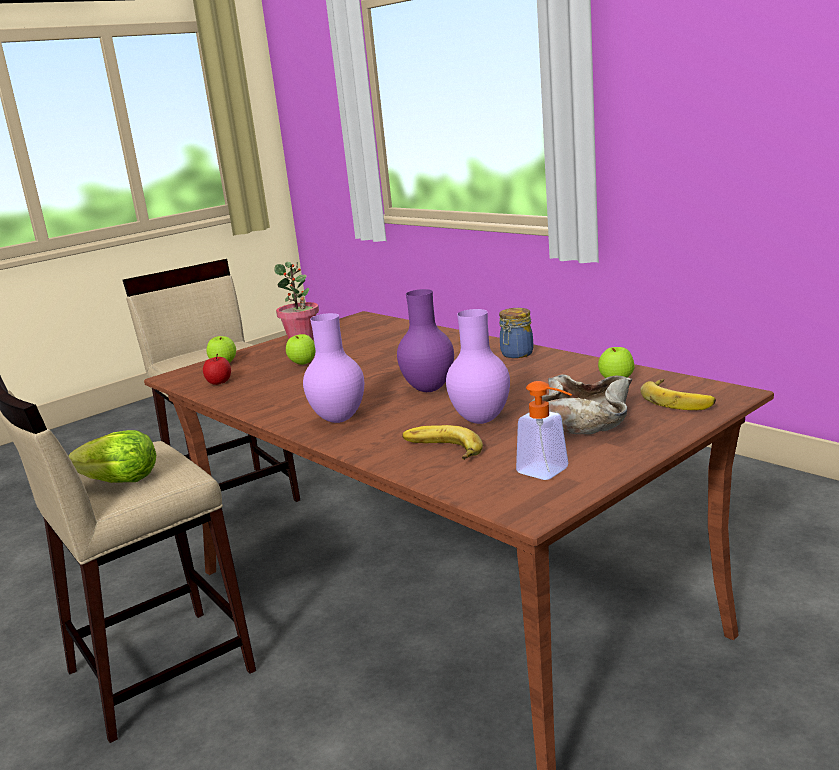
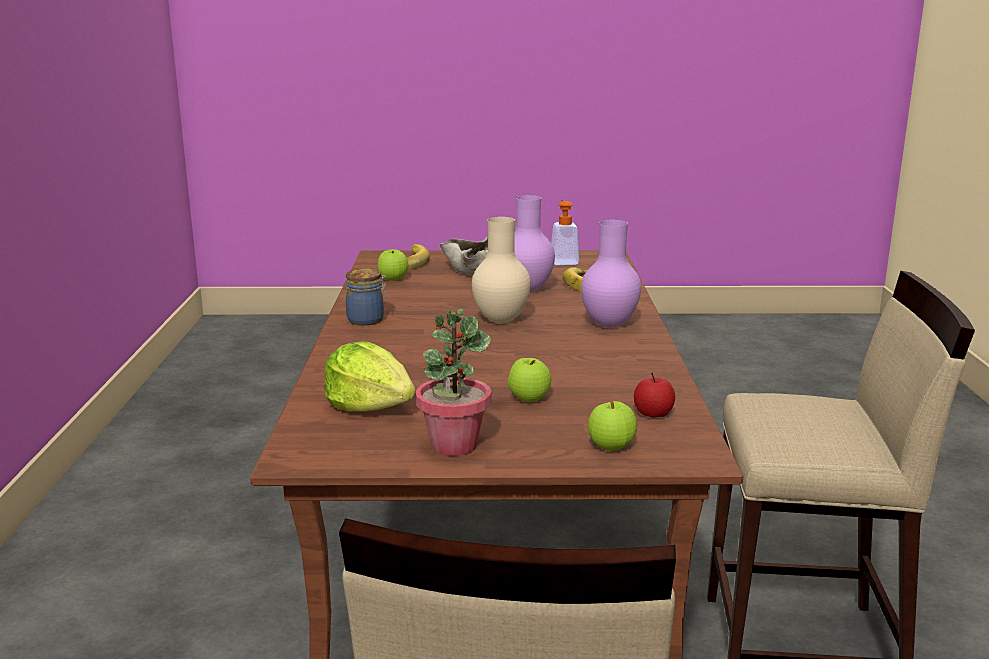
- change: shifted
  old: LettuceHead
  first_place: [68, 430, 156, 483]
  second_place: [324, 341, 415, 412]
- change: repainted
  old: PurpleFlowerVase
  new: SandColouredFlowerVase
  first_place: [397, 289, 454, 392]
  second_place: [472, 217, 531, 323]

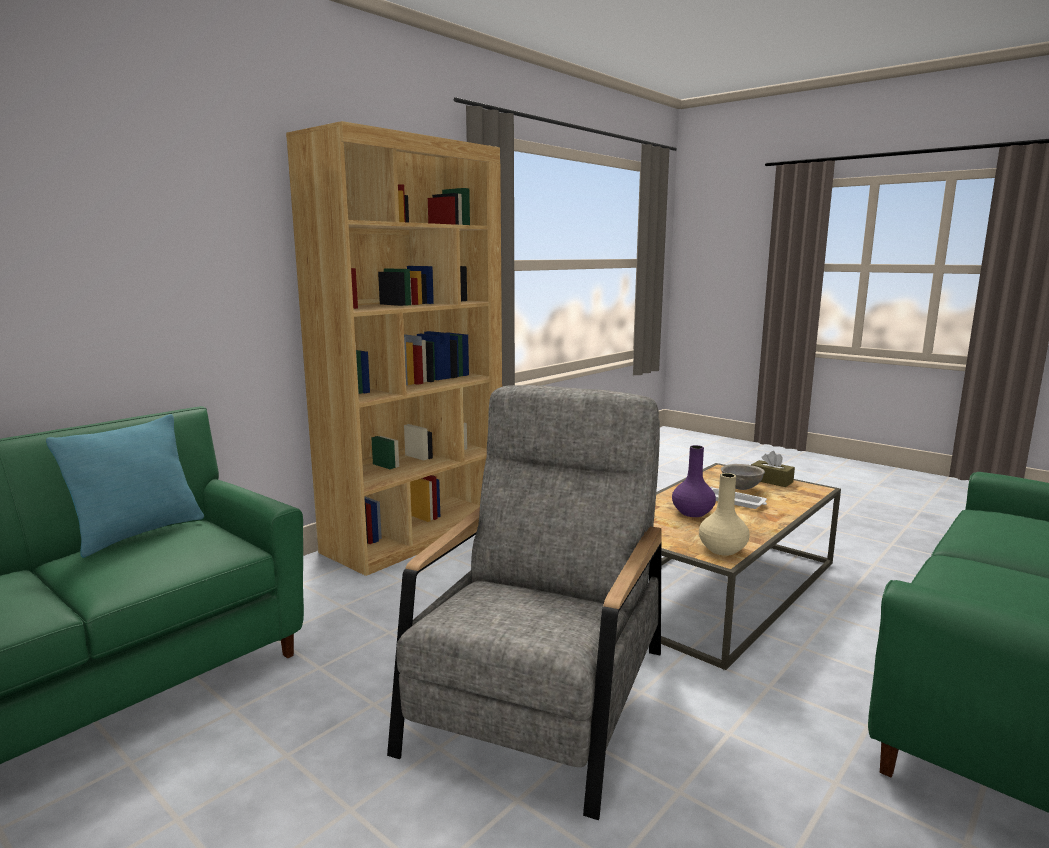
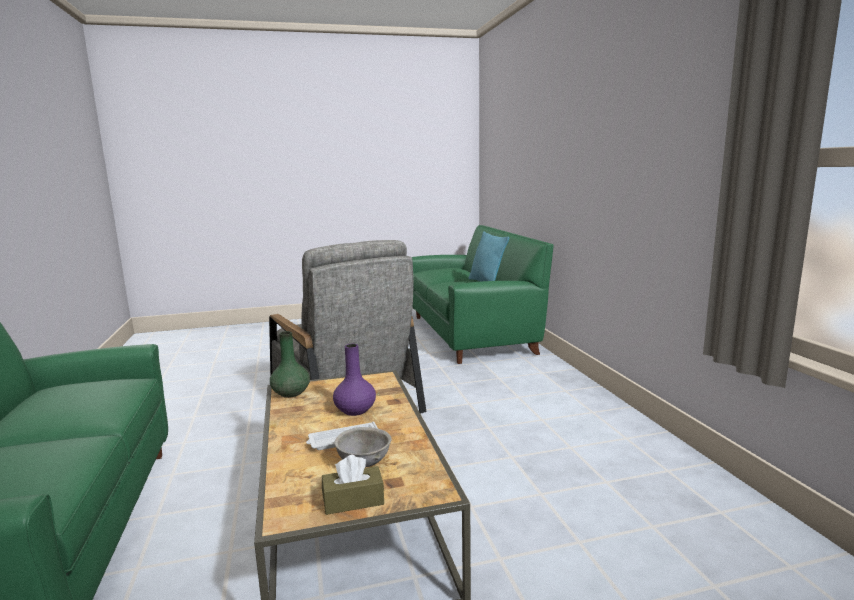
- change: gone
  old: BrownColouredBookcase
  first_place: [286, 121, 502, 576]
- change: repainted
  old: SandColouredFlowerVase
  new: GreenFlowerVase
  first_place: [699, 473, 749, 556]
  second_place: [270, 331, 310, 398]

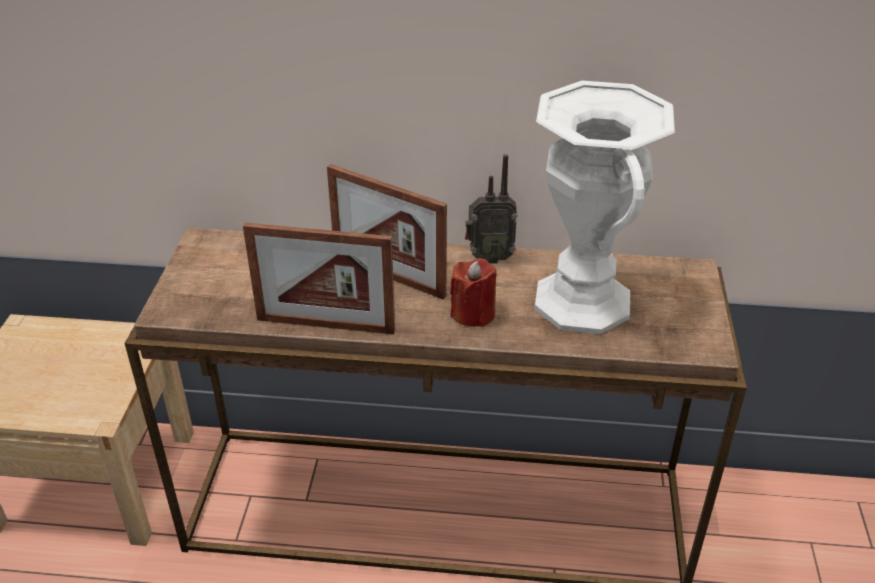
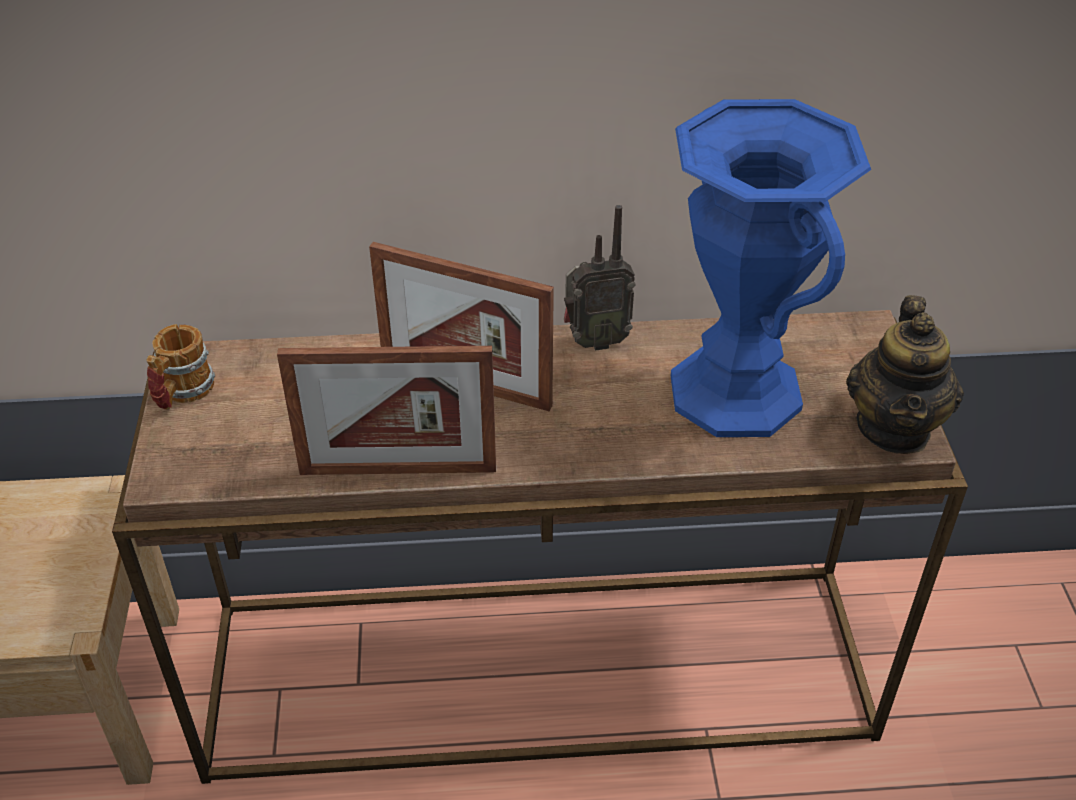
- change: gone
  old: ReddishCandle
  first_place: [450, 258, 497, 327]
- change: new
  new: TeaMug
  second_place: [146, 324, 215, 410]
- change: new
  new: TeaPot
  second_place: [846, 295, 964, 454]
- change: repainted
  old: WhiteFlowerVase
  new: BlueFlowerVase
  first_place: [535, 81, 675, 334]
  second_place: [671, 99, 871, 437]

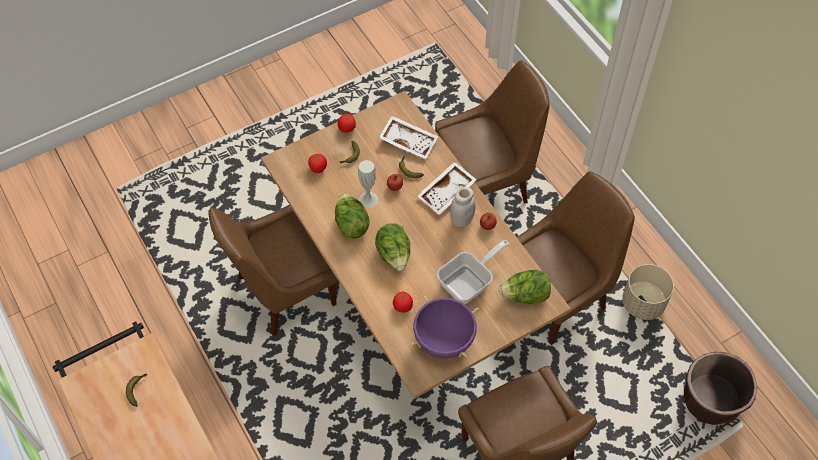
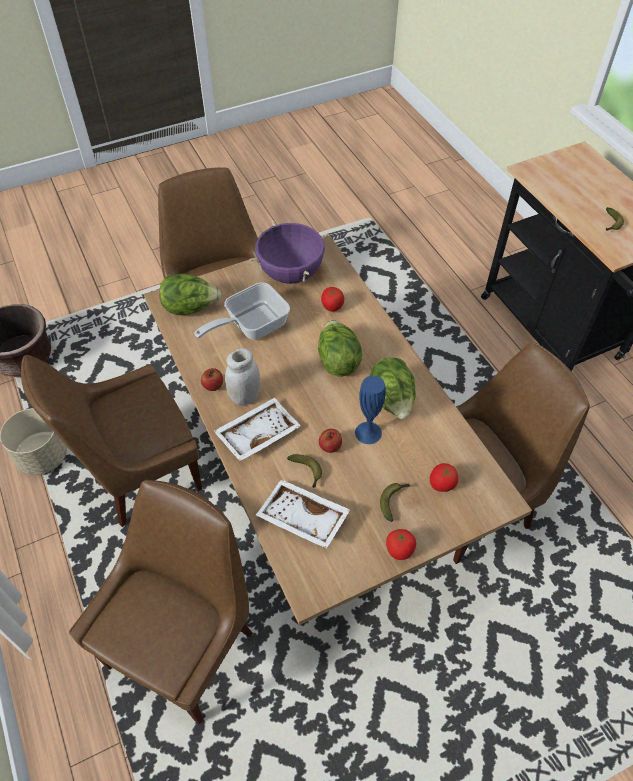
- change: repainted
  old: WhiteFlowerVase
  new: BlueFlowerVase
  first_place: [358, 160, 378, 208]
  second_place: [355, 376, 386, 444]
- change: rotated
  old: BrownColouredPlainChair
  first_place: [435, 60, 550, 203]
  second_place: [69, 480, 253, 724]
  degrees: 135

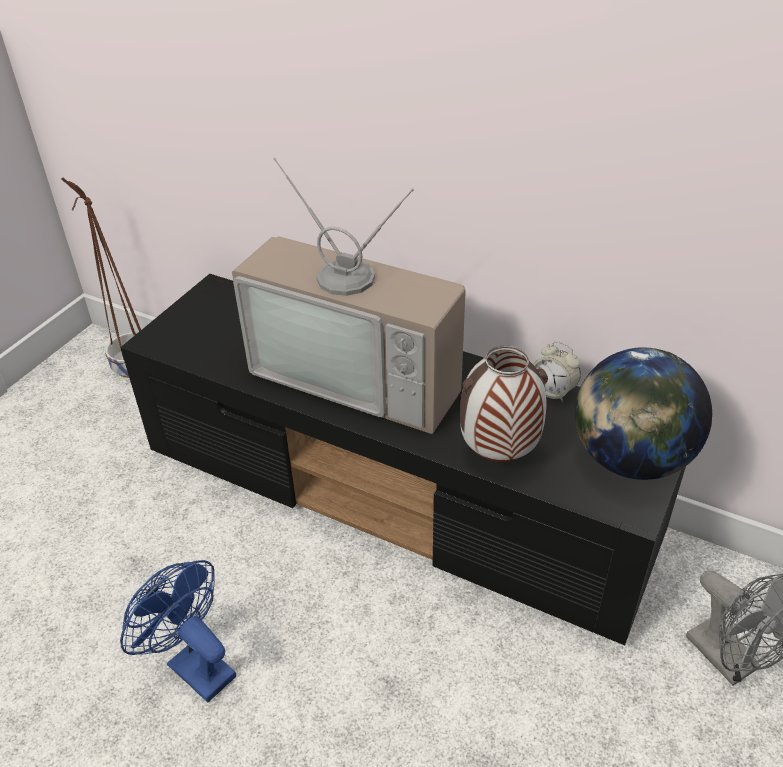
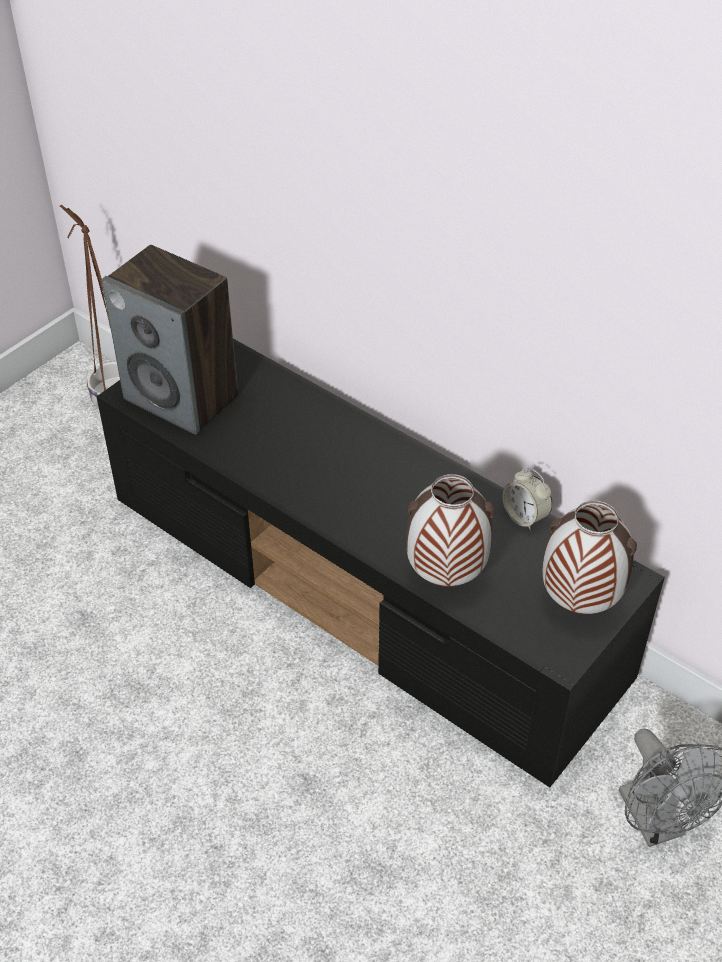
- change: gone
  old: BlueFan
  first_place: [120, 560, 236, 703]
- change: gone
  old: TvSet
  first_place: [232, 157, 466, 434]
- change: new
  new: AudioSpeaker
  second_place: [102, 245, 238, 435]
- change: swapped
  old: Globe
  new: FlowerVase
  first_place: [575, 348, 712, 480]
  second_place: [543, 500, 637, 614]

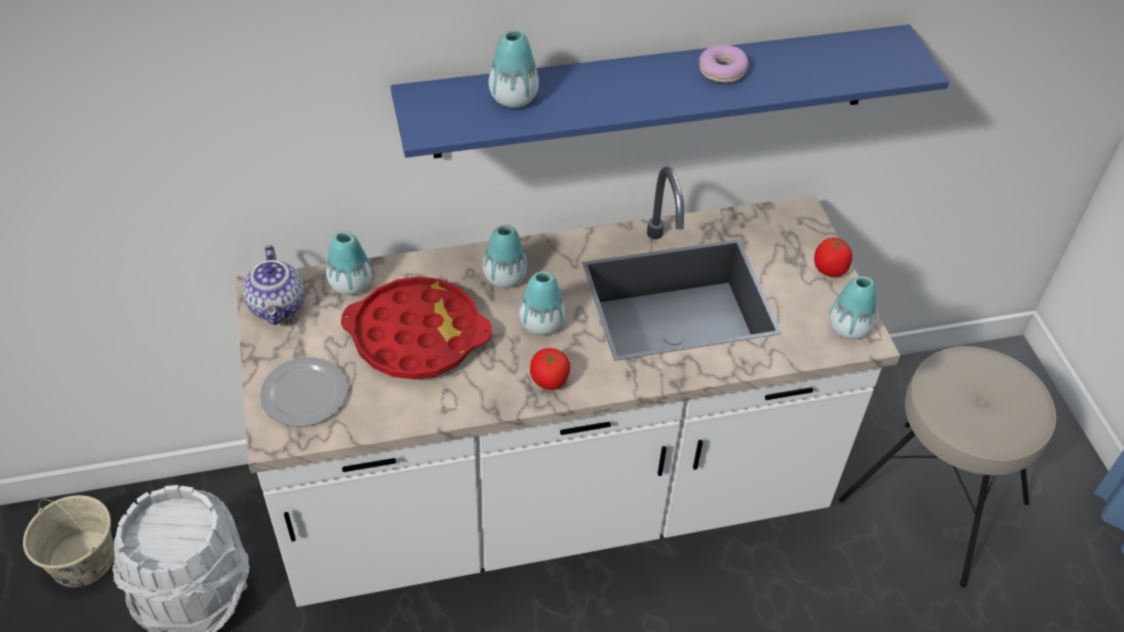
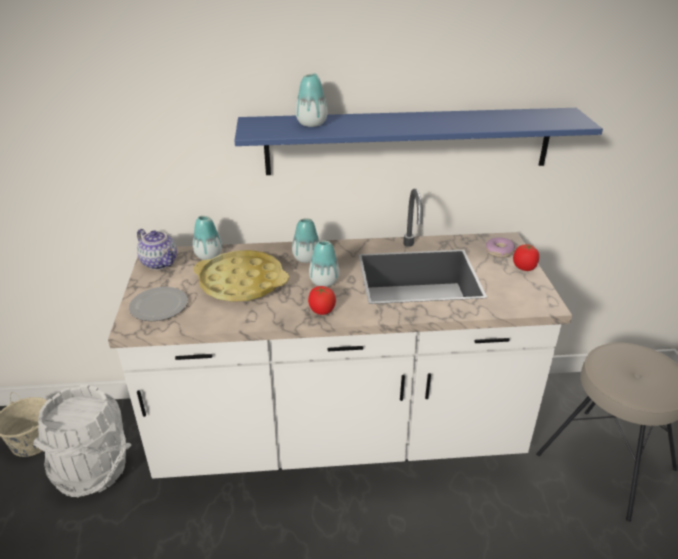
- change: gone
  old: FlowerVase
  first_place: [829, 276, 877, 340]
- change: shifted
  old: Donut
  first_place: [699, 45, 749, 83]
  second_place: [485, 237, 515, 258]
- change: repainted
  old: ReddishCarryingTray
  new: YellowCarryingTray
  first_place: [341, 276, 492, 379]
  second_place: [193, 250, 289, 302]
- change: rotated
  old: TeaPot
  first_place: [243, 245, 305, 325]
  second_place: [137, 229, 177, 270]
  degrees: -45

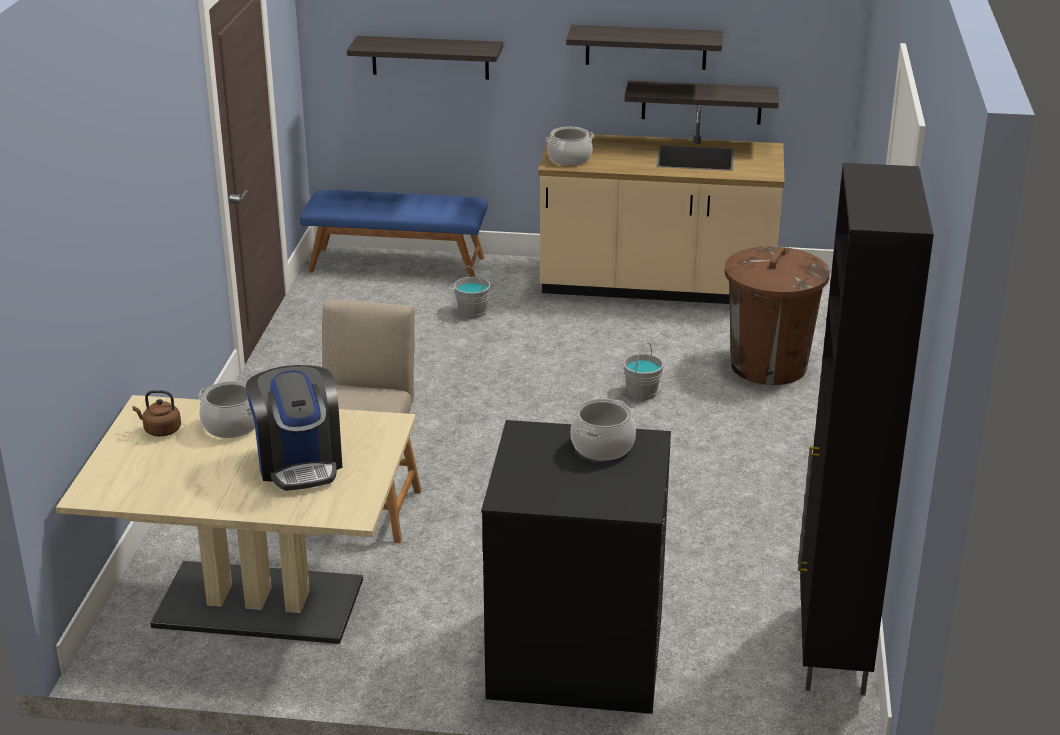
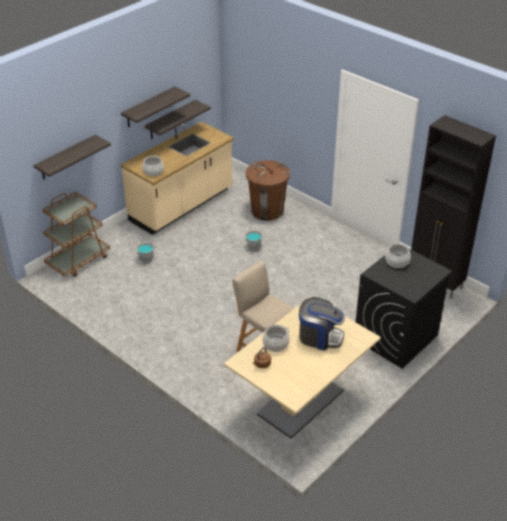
- change: swapped
  old: BlueBench
  new: BrownColouredWheeledCart
  first_place: [300, 190, 488, 277]
  second_place: [43, 192, 110, 277]

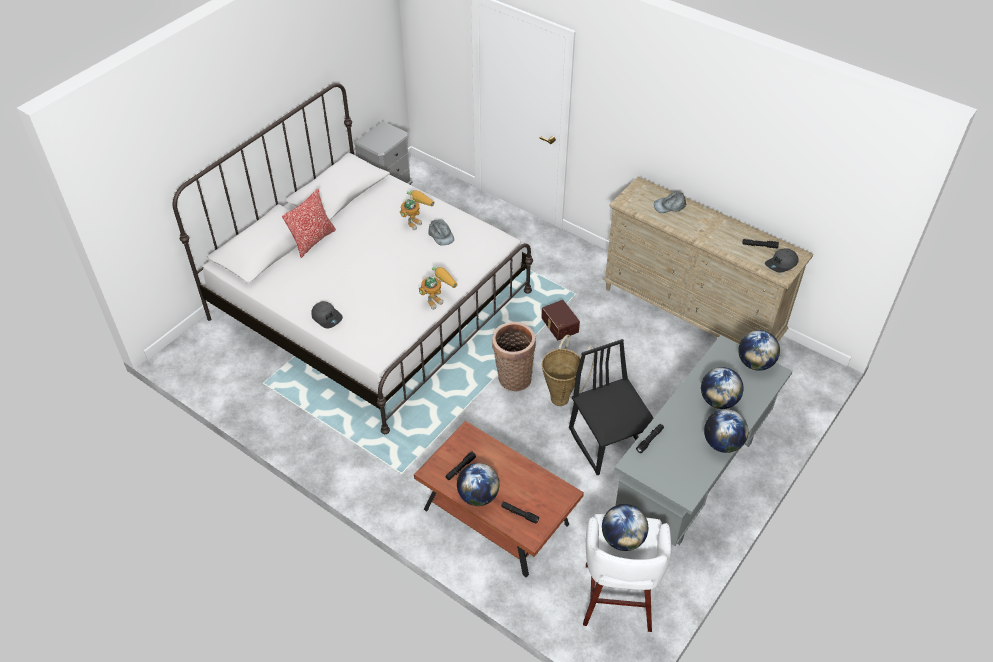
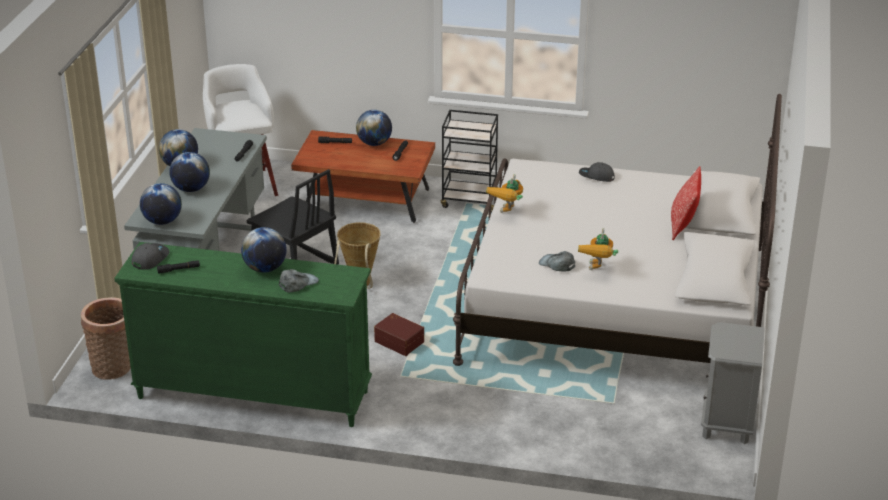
- change: new
  new: BlackishWheeledCart
  second_place: [441, 110, 498, 212]
- change: shifted
  old: StorageBasket
  first_place: [492, 322, 536, 391]
  second_place: [81, 297, 131, 380]
- change: shifted
  old: Globe
  first_place: [602, 504, 648, 551]
  second_place: [241, 227, 287, 273]
- change: repainted
  old: SandColouredDrawerChest
  new: GreenDrawerChest
  first_place: [603, 176, 813, 344]
  second_place: [114, 242, 372, 427]

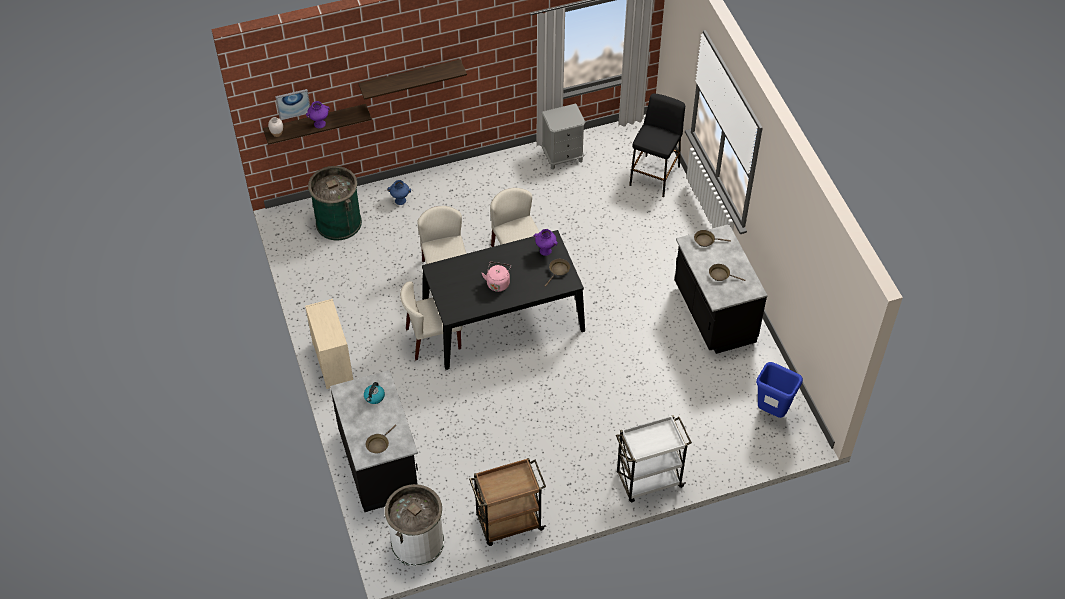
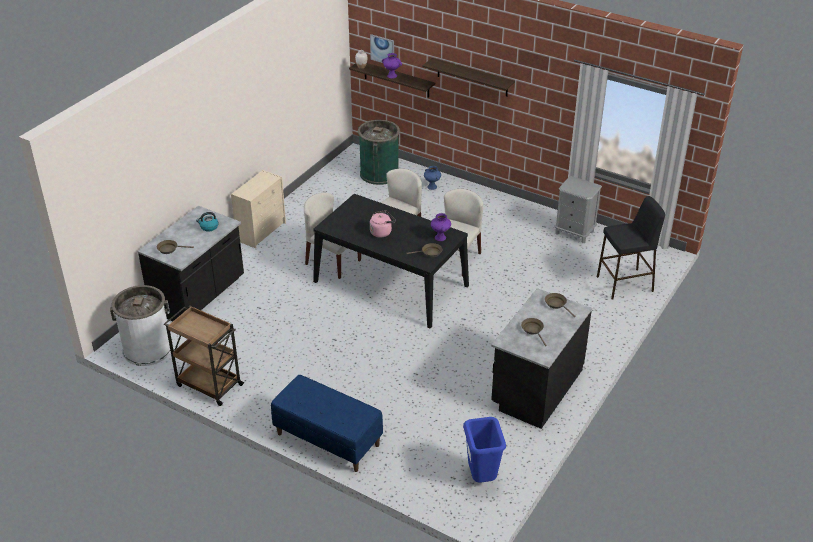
- change: swapped
  old: WhiteWheeledCart
  new: BlueBench
  first_place: [616, 415, 692, 502]
  second_place: [271, 375, 383, 472]

